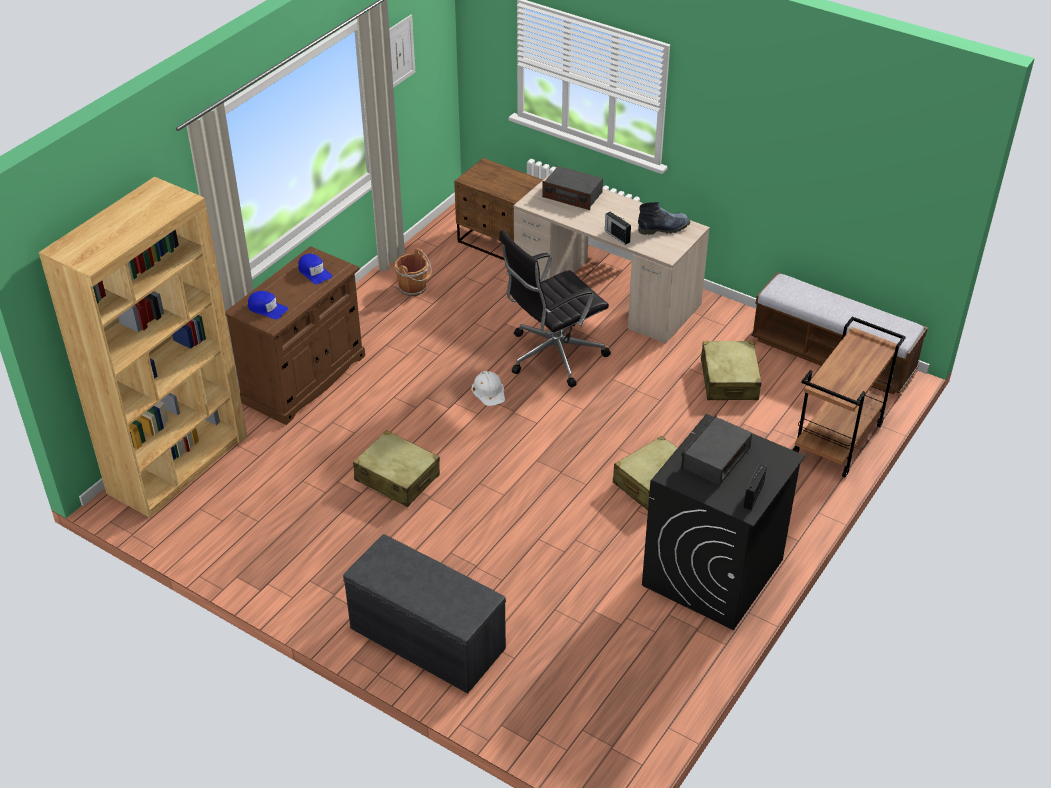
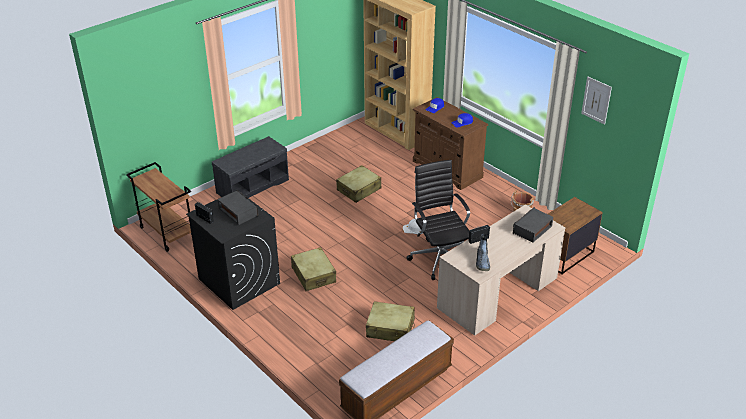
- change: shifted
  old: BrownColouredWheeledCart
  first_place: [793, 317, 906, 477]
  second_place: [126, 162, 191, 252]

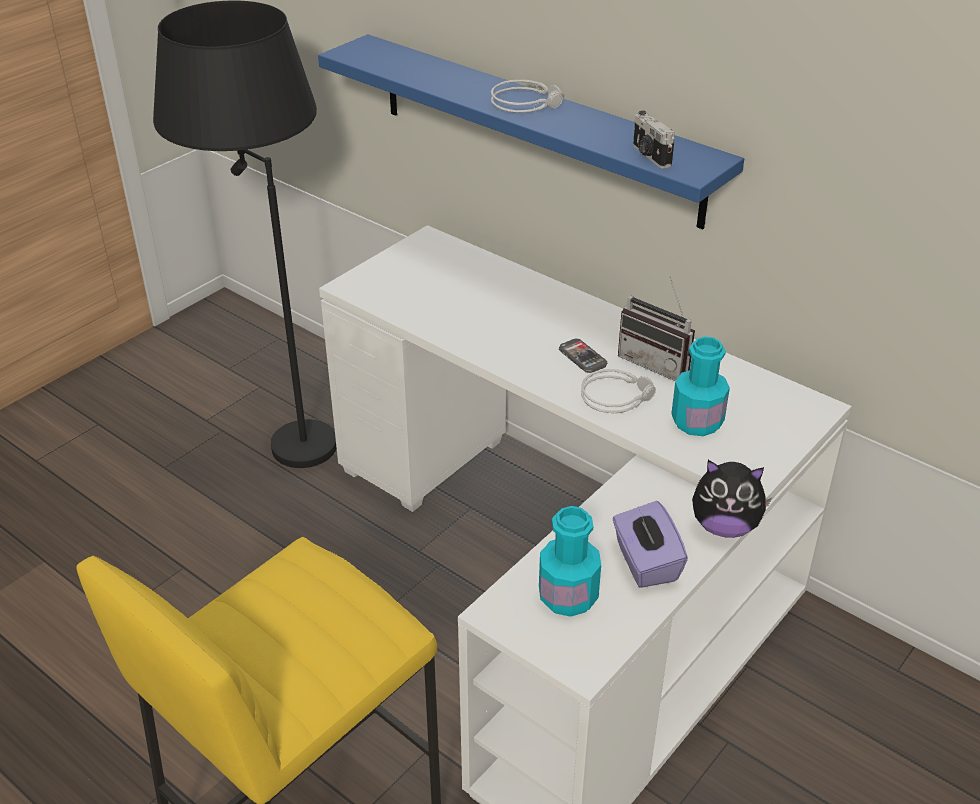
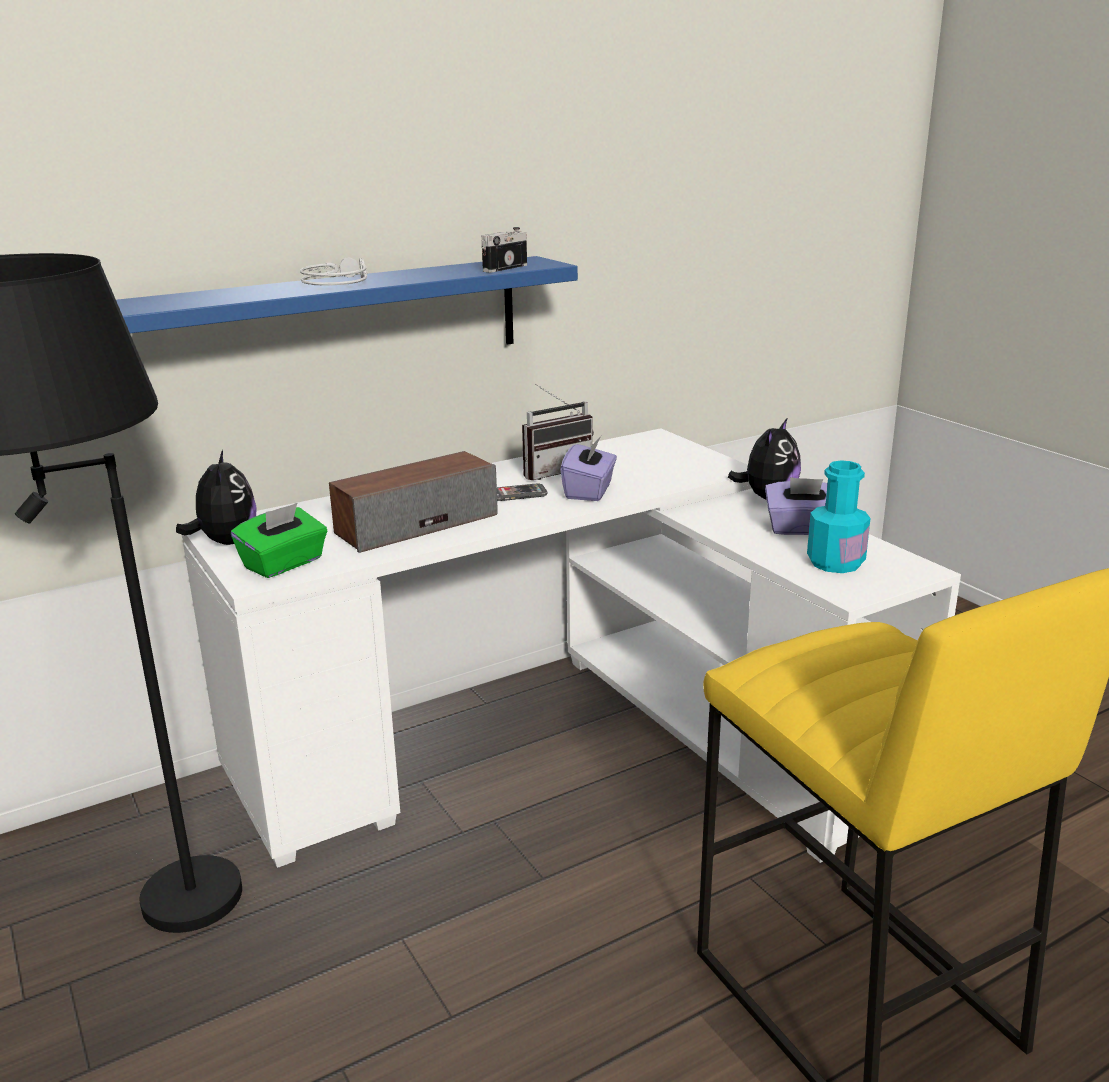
- change: gone
  old: BlueGreenDrinkBottle
  first_place: [671, 337, 730, 436]
- change: new
  new: PlushToy
  second_place: [176, 450, 257, 545]
- change: new
  new: GreenBoxOfTissues
  second_place: [231, 503, 327, 578]
- change: new
  new: AudioSpeaker
  second_place: [329, 451, 498, 553]
- change: swapped
  old: GreyishHeadphones
  new: PurpleBoxOfTissues
  first_place: [581, 369, 656, 413]
  second_place: [560, 436, 617, 501]
- change: rotated
  old: StillCamera
  first_place: [633, 110, 675, 169]
  second_place: [482, 227, 527, 273]
  degrees: 135

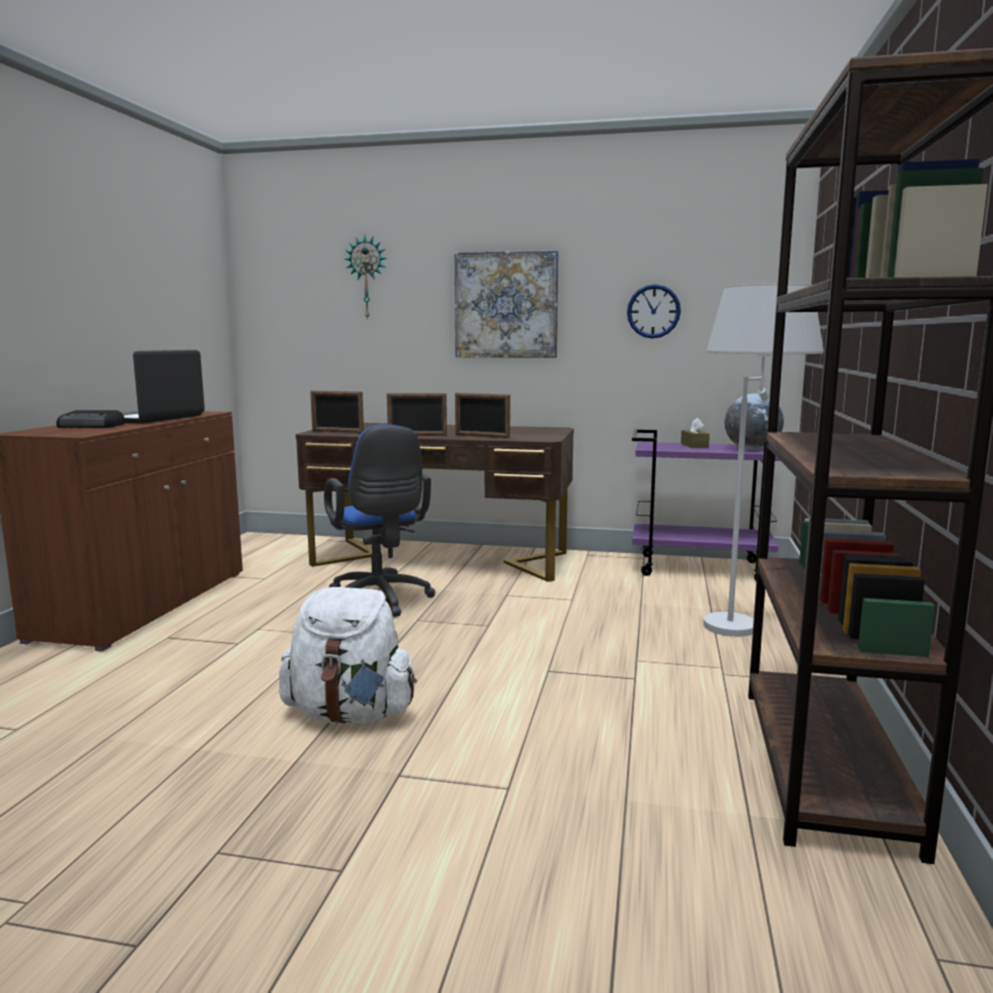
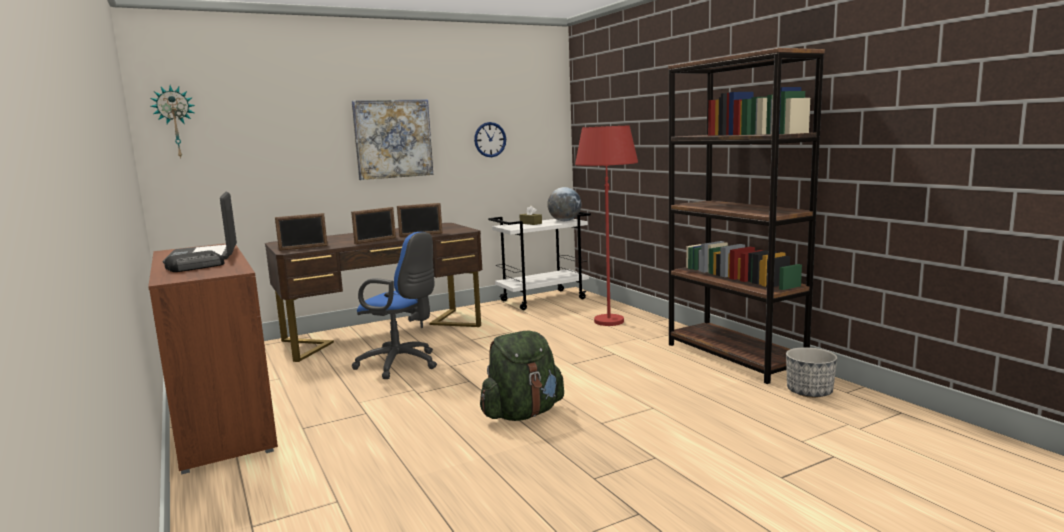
- change: new
  new: FlowerPot
  second_place: [786, 347, 837, 398]
- change: shifted
  old: ClockOnTheWall
  first_place: [345, 235, 387, 320]
  second_place: [150, 85, 195, 158]
- change: repainted
  old: WhiteRucksack
  new: GreenRucksack
  first_place: [279, 587, 417, 724]
  second_place: [480, 331, 564, 421]
- change: repainted
  old: PurpleWheeledCart
  new: WhiteWheeledCart
  first_place: [632, 429, 780, 581]
  second_place: [488, 212, 591, 310]
- change: repainted
  old: WhiteFloorLamp
  new: ReddishFloorLamp
  first_place: [703, 283, 824, 637]
  second_place: [575, 125, 638, 326]

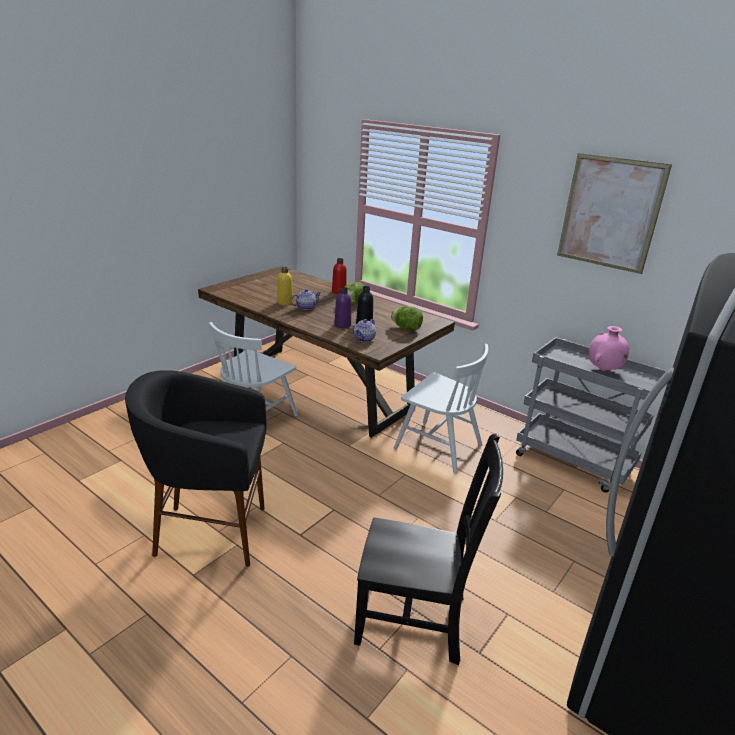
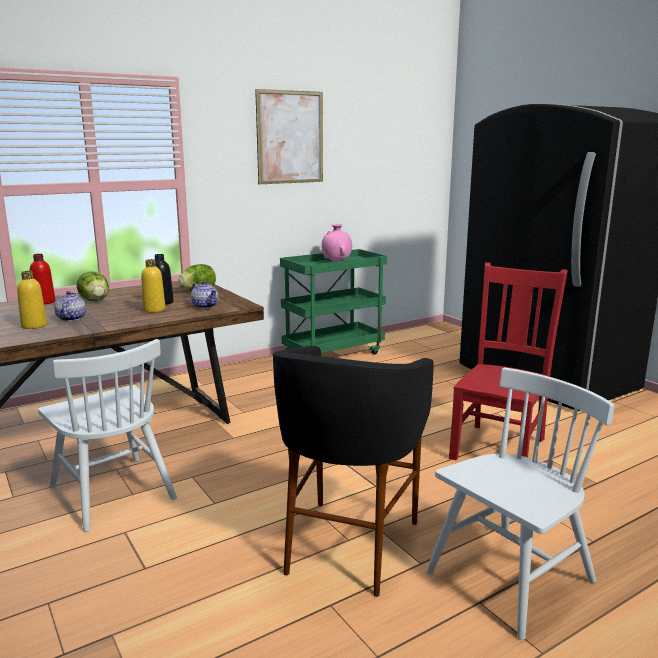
- change: shifted
  old: WhitePlainChair
  first_place: [394, 344, 488, 474]
  second_place: [426, 368, 614, 640]
- change: repainted
  old: PurpleDrinkBottle
  new: YellowDrinkBottle
  first_place: [334, 287, 351, 328]
  second_place: [141, 259, 166, 313]
- change: repainted
  old: BlackishPlainChair
  new: ReddishPlainChair
  first_place: [354, 433, 503, 665]
  second_place: [449, 262, 568, 460]
- change: repainted
  old: GreyishWheeledCart
  new: GreenWheeledCart
  first_place: [516, 337, 666, 493]
  second_place: [280, 249, 387, 355]

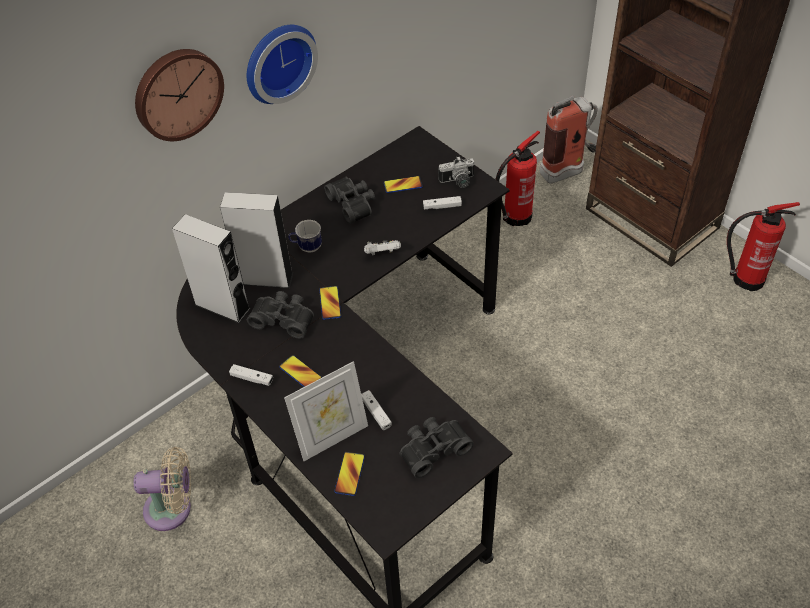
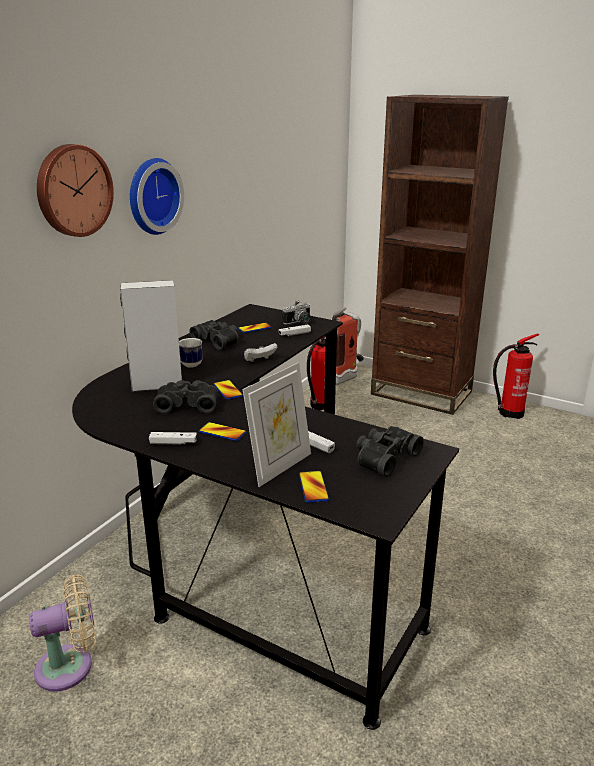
- change: gone
  old: GreyishAudioSpeaker
  first_place: [172, 214, 251, 323]

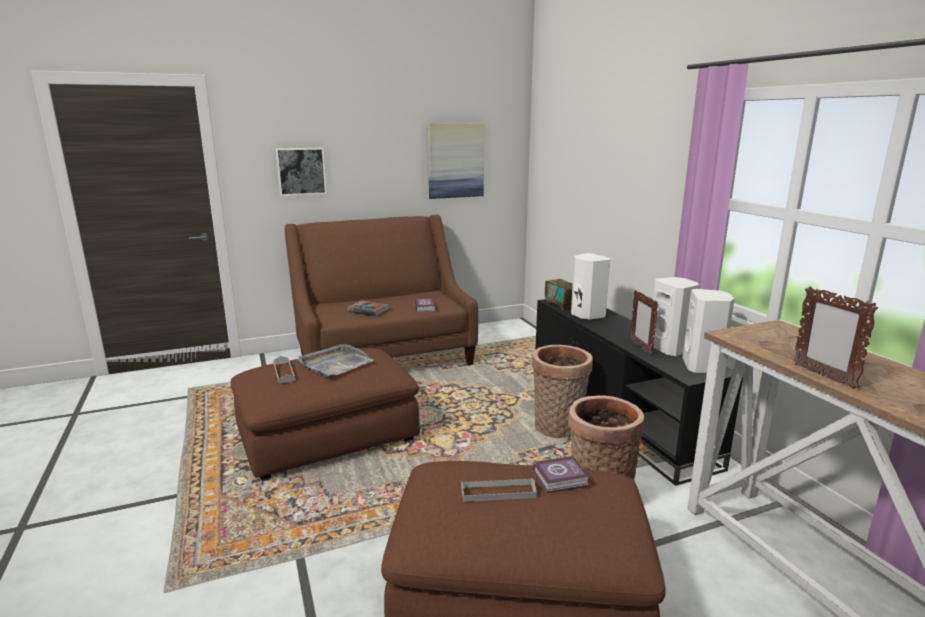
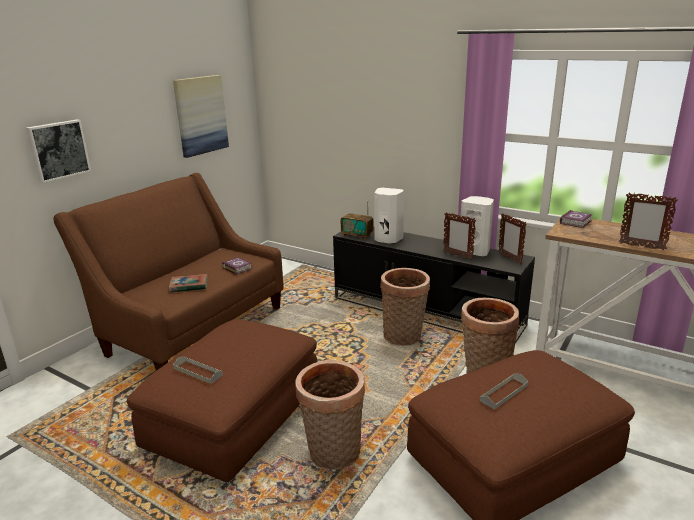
- change: gone
  old: GreyishCarryingTray
  first_place: [298, 344, 373, 377]
- change: new
  new: StorageBasket
  second_place: [296, 360, 365, 470]
- change: shifted
  old: Book
  first_place: [533, 456, 590, 493]
  second_place: [560, 210, 592, 228]
- change: swapped
  old: WhiteAudioSpeaker
  new: PhotoFrame
  first_place: [683, 289, 735, 373]
  second_place: [498, 213, 527, 264]

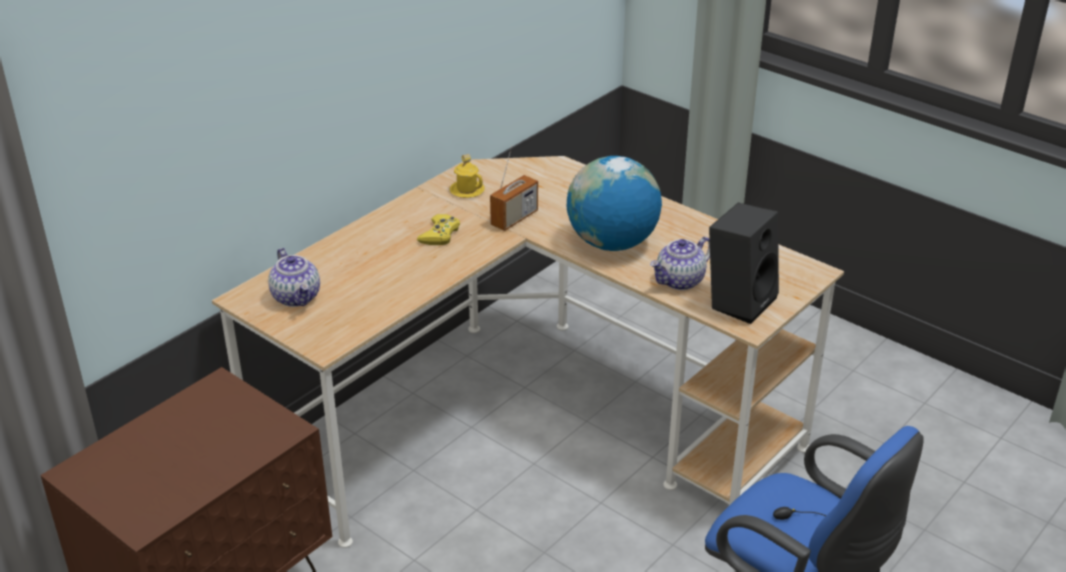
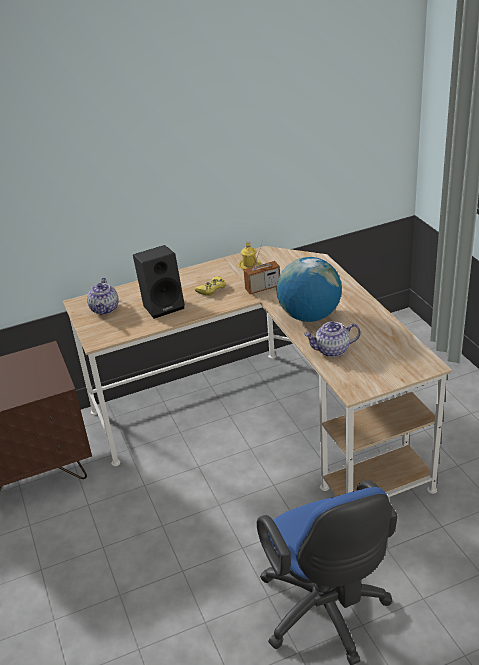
- change: shifted
  old: BlackishAudioSpeaker
  first_place: [709, 202, 779, 324]
  second_place: [133, 245, 185, 319]

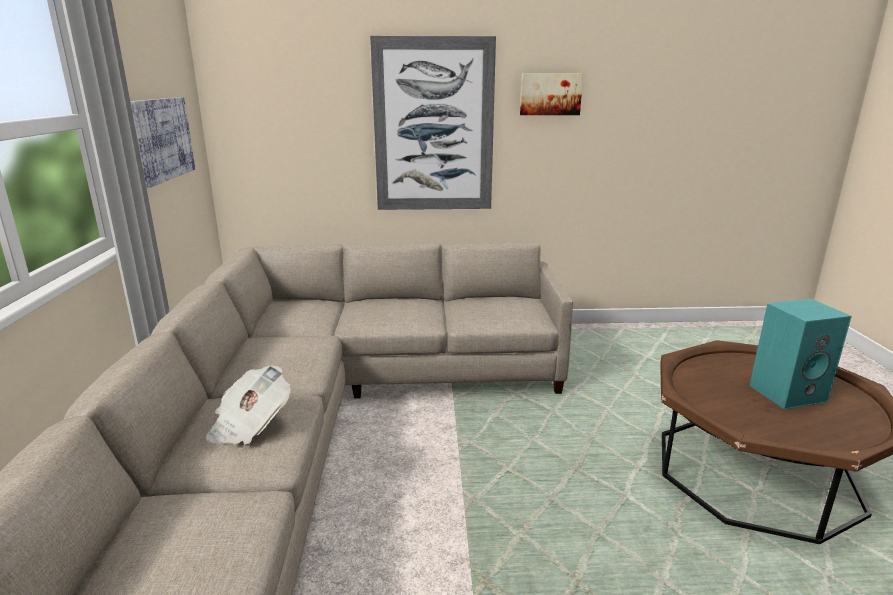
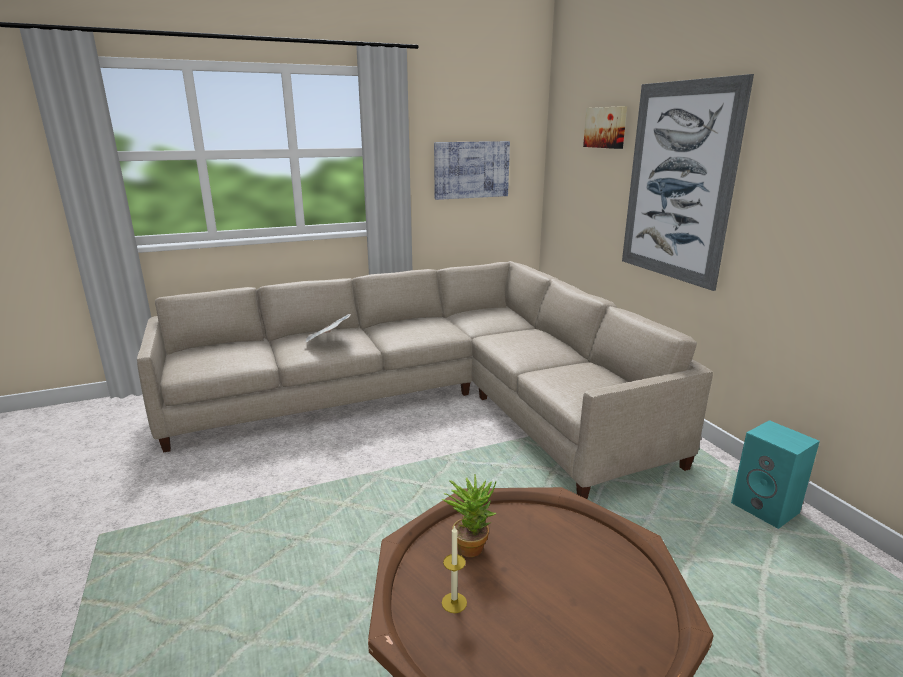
- change: new
  new: Houseplant
  second_place: [442, 475, 496, 557]
- change: new
  new: Candle
  second_place: [442, 525, 467, 613]
- change: shifted
  old: WallArt
  first_place: [520, 73, 583, 115]
  second_place: [583, 106, 627, 149]
- change: shifted
  old: BlueGreenAudioSpeaker
  first_place: [750, 299, 852, 409]
  second_place: [731, 420, 820, 529]

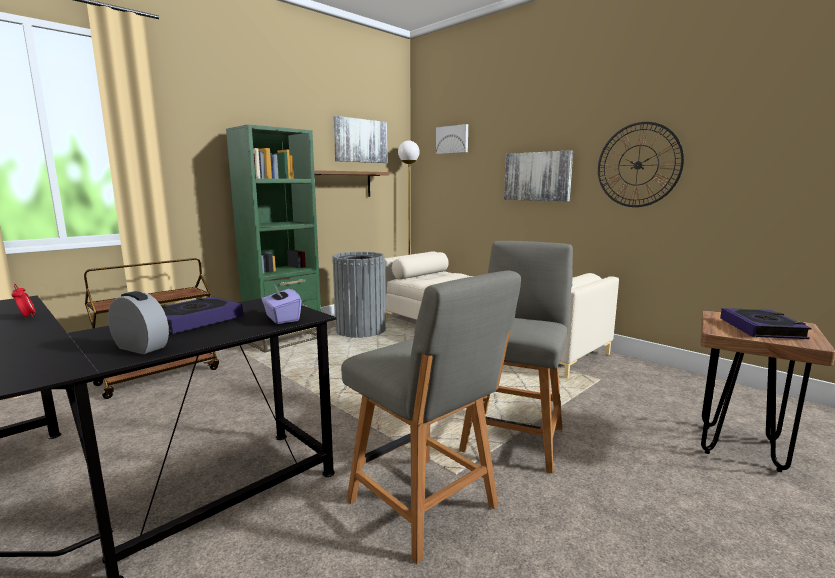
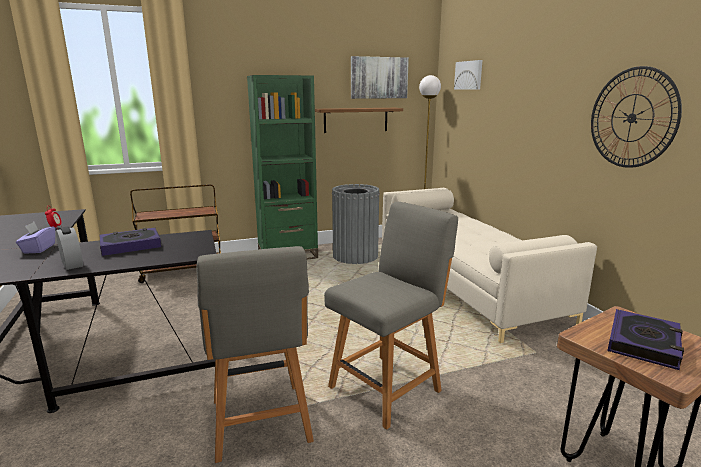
- change: gone
  old: WallArt
  first_place: [504, 150, 573, 201]
- change: shifted
  old: PurpleBoxOfTissues
  first_place: [262, 283, 302, 324]
  second_place: [16, 222, 55, 254]

